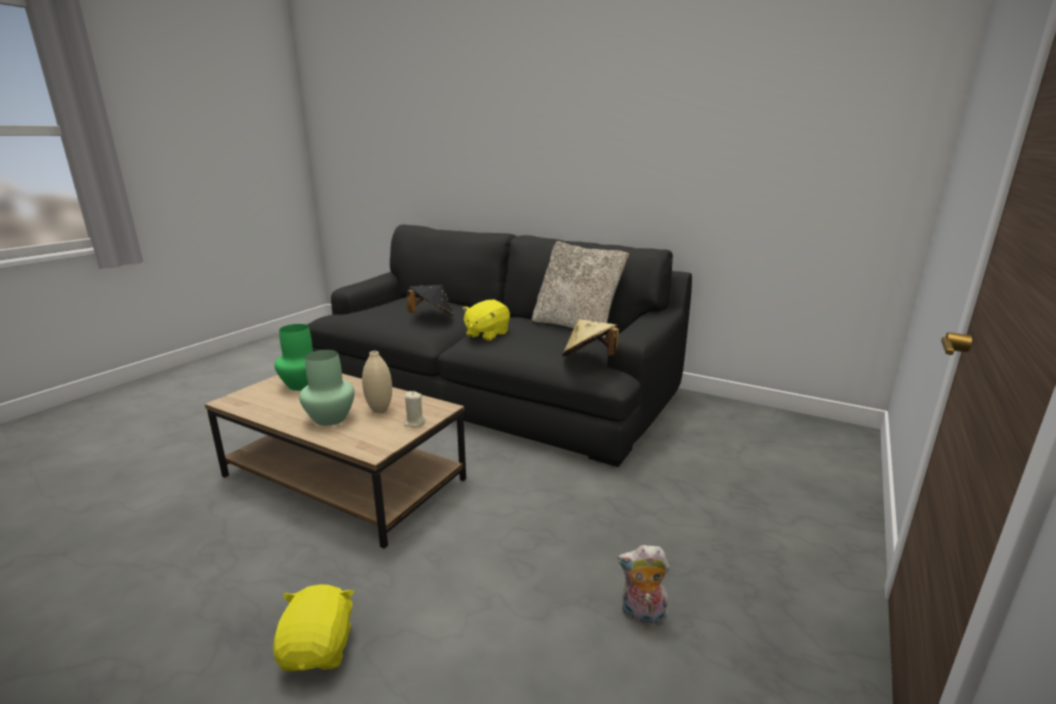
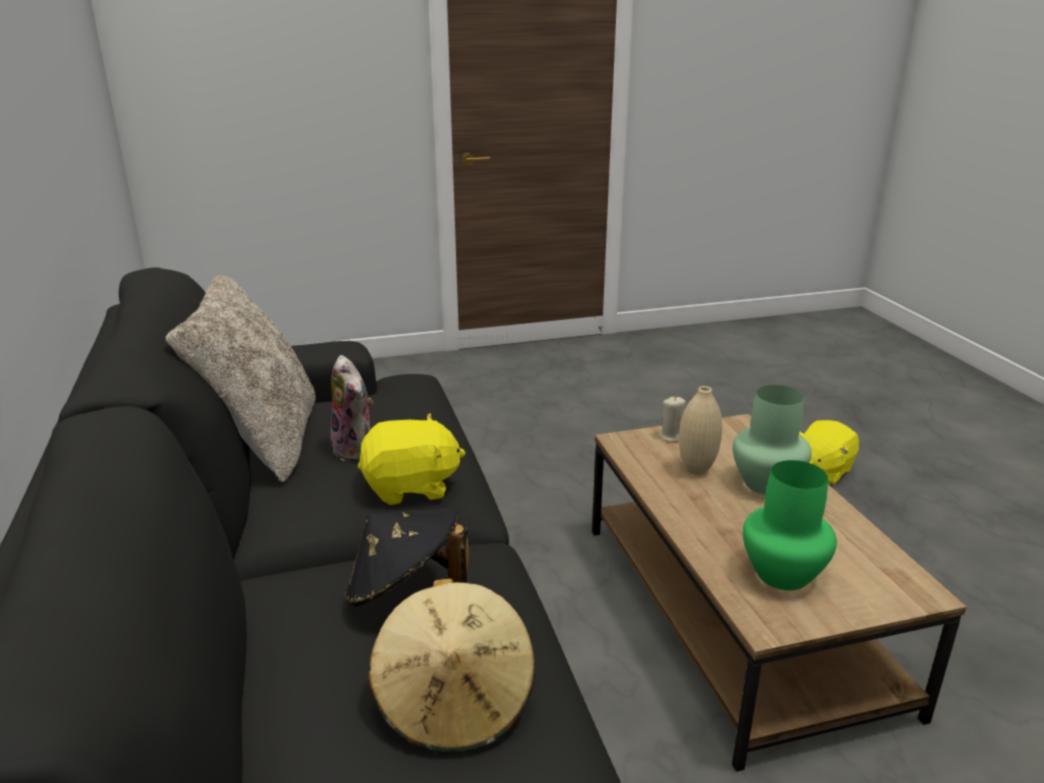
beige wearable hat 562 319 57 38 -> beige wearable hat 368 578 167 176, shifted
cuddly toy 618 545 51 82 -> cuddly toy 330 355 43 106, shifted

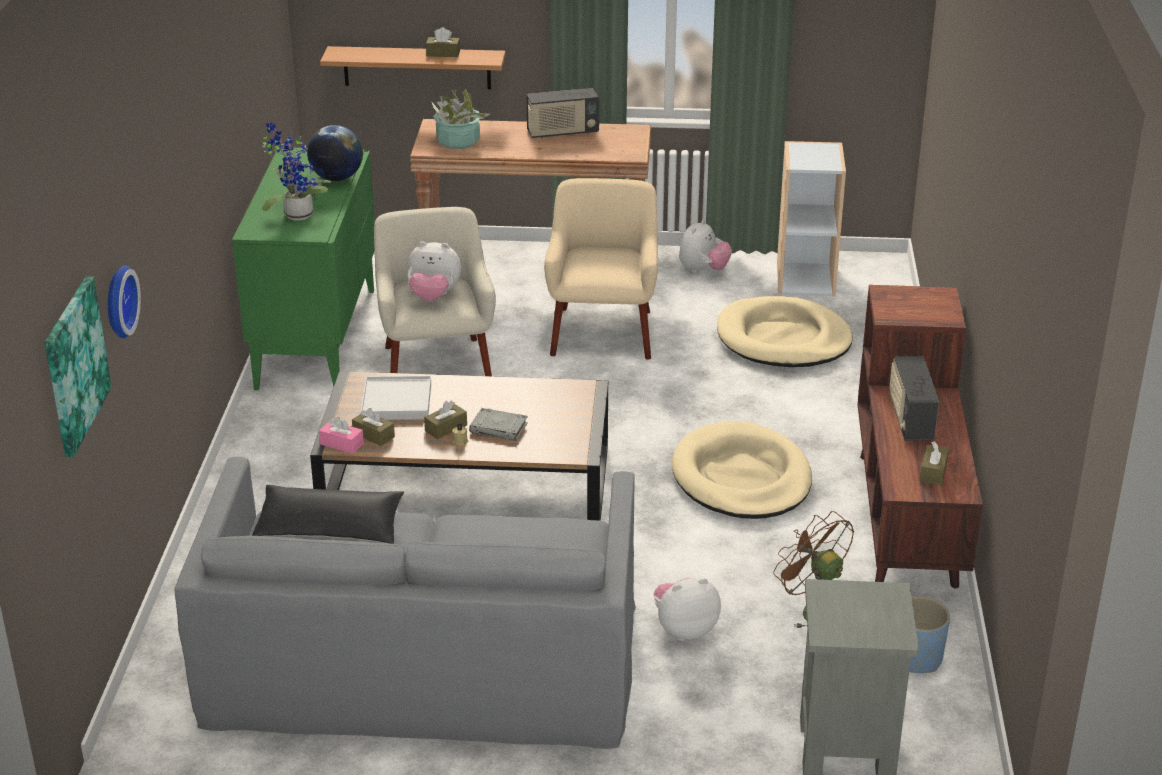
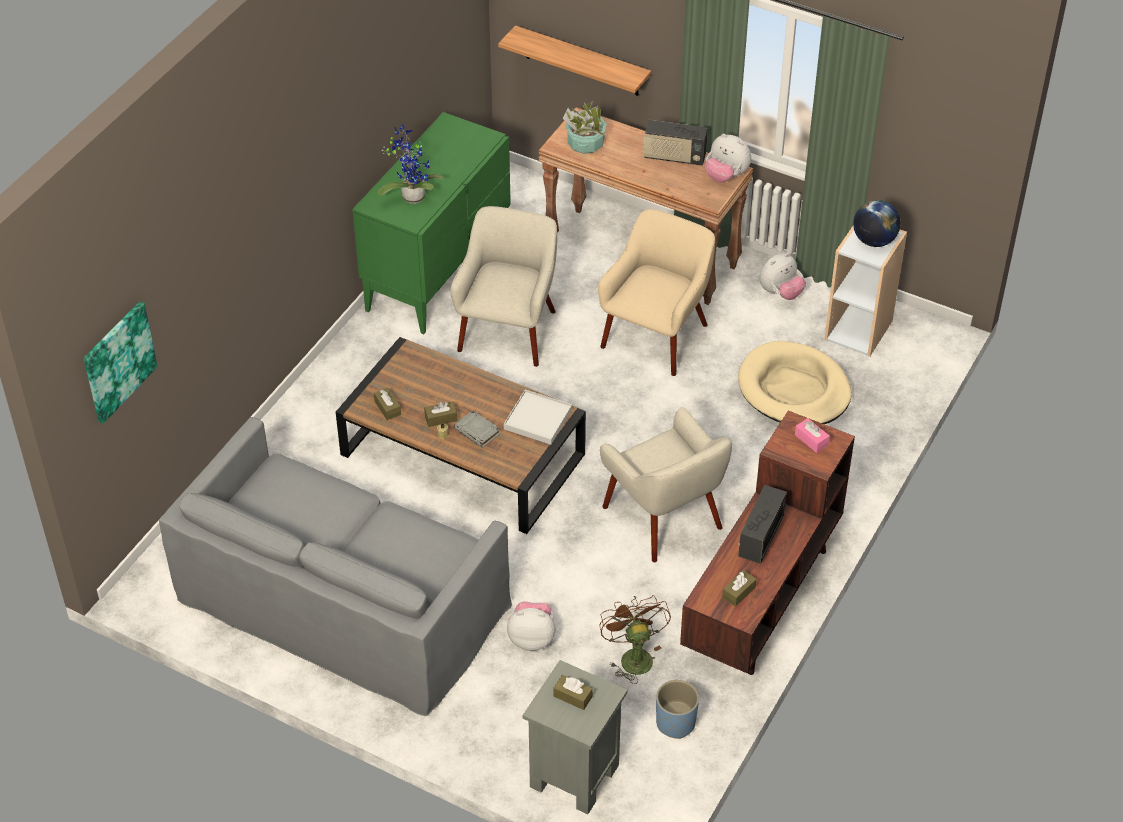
hanging clock 108 266 33 73 -> none
black pillow 252 485 152 59 -> none
globe 307 125 56 56 -> globe 853 200 48 47, shifted
pink-coloured tissue holder 319 417 45 37 -> pink-coloured tissue holder 795 418 35 35, shifted
whitish carrying tray 361 376 70 44 -> whitish carrying tray 504 390 68 55, shifted
cuddly toy 408 241 53 60 -> cuddly toy 705 134 46 49, shifted
brownish tissue holder 426 27 34 30 -> brownish tissue holder 554 675 39 35, shifted
beige dog cushion 672 421 140 98 -> beige lounge chair 600 407 132 155

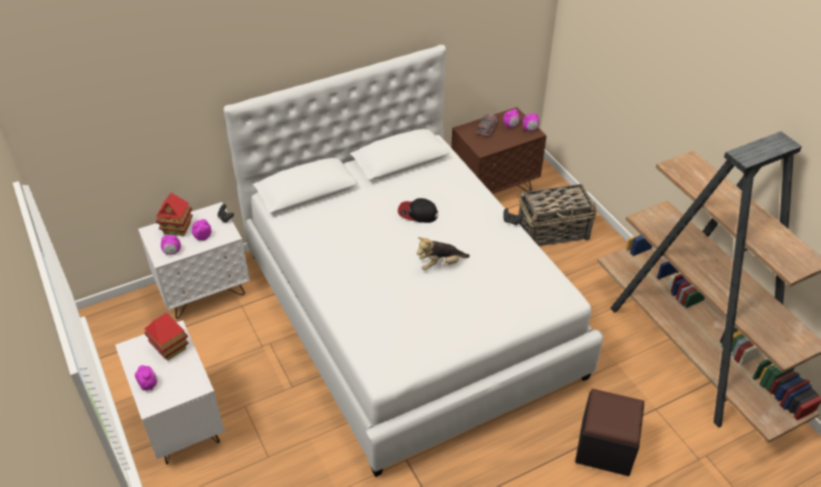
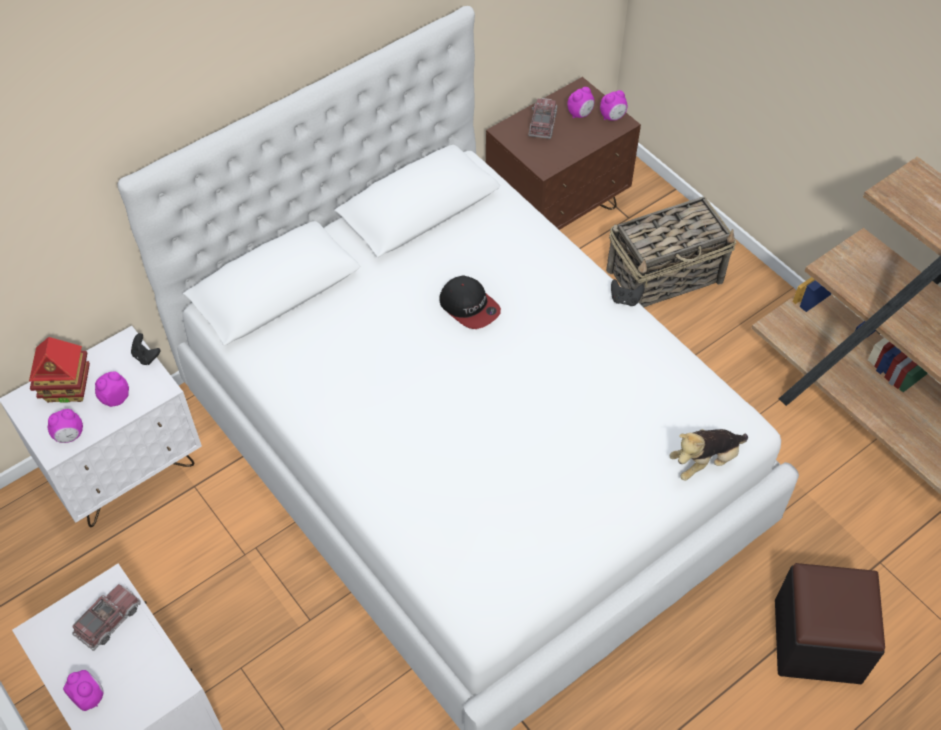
miniature house 144 313 45 48 -> toy truck 72 584 69 67
peaked cap 398 198 40 25 -> peaked cap 439 276 62 53, 135 degrees counterclockwise
cuddly toy 417 237 53 33 -> cuddly toy 670 429 78 52, shifted

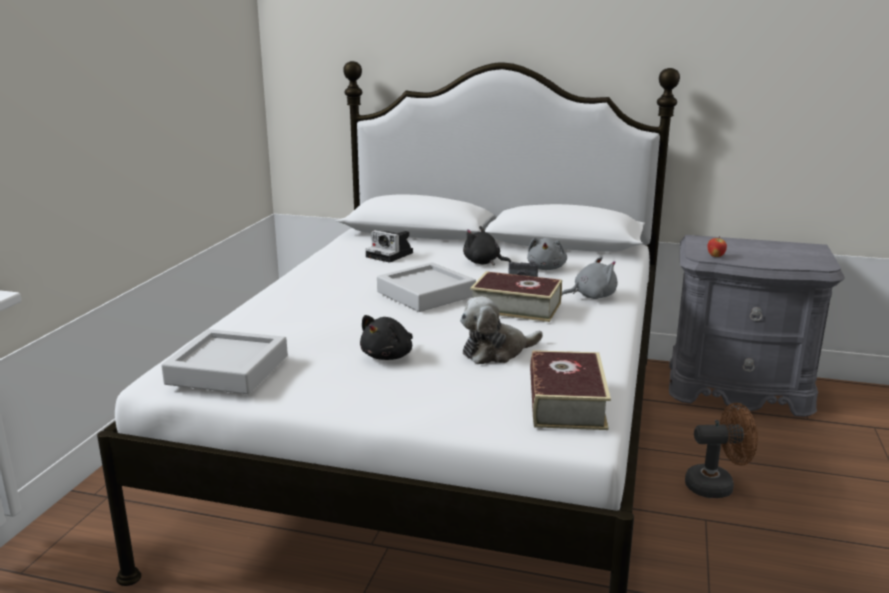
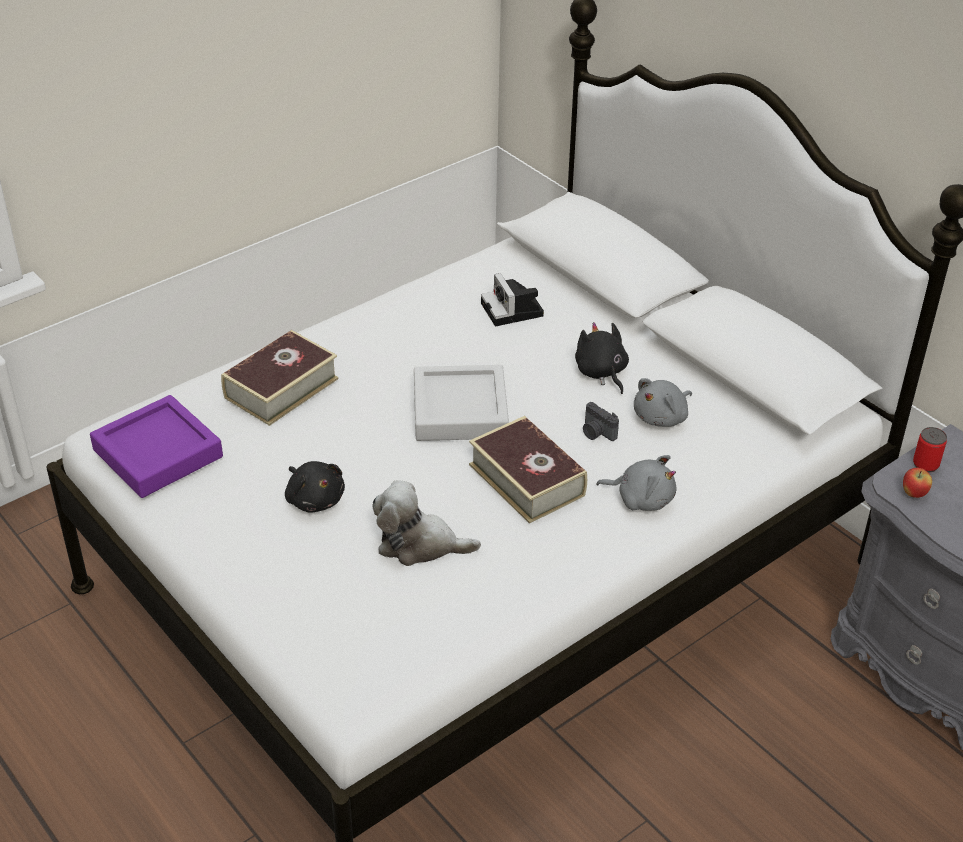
grey carrying tray 161 329 127 65 -> purple carrying tray 90 395 133 103
black cuddly toy 360 315 53 45 -> black cuddly toy 285 461 60 52, 105 degrees counterclockwise
bound book 530 350 81 80 -> bound book 221 330 118 96, shifted
brownish electric fan 685 403 73 95 -> none
none -> can 913 427 34 45

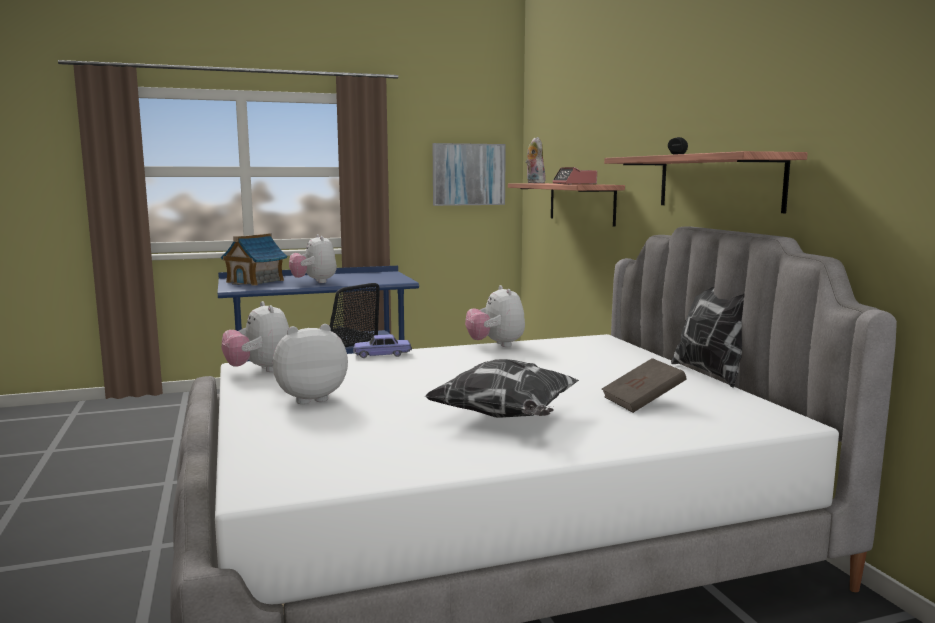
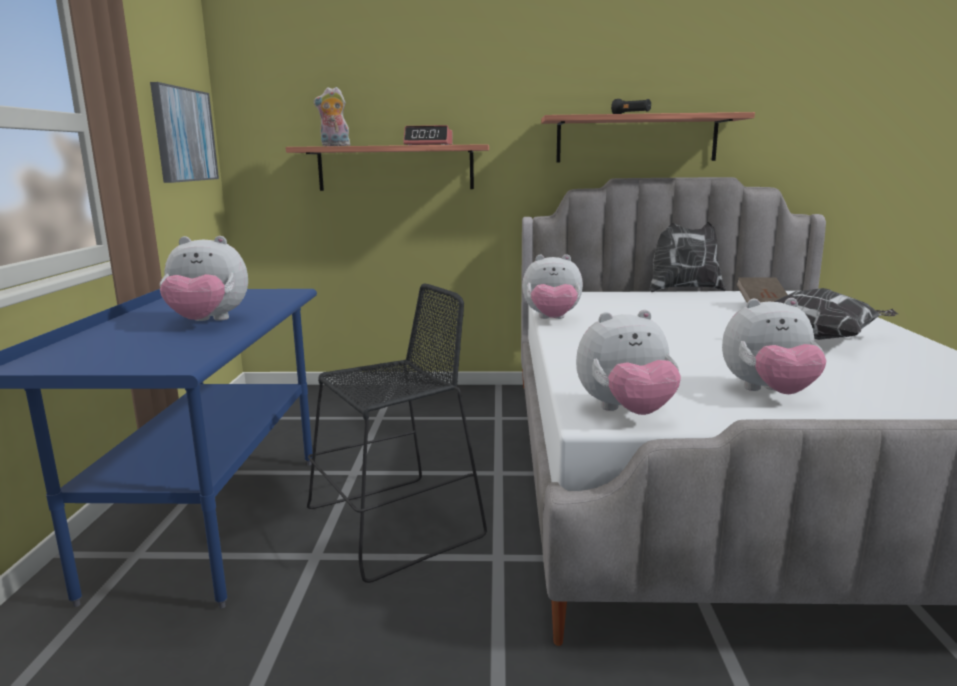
miniature house 221 233 66 53 -> none
cuddly toy 273 324 75 80 -> cuddly toy 722 298 104 96, 90 degrees counterclockwise
model car 353 334 59 24 -> none

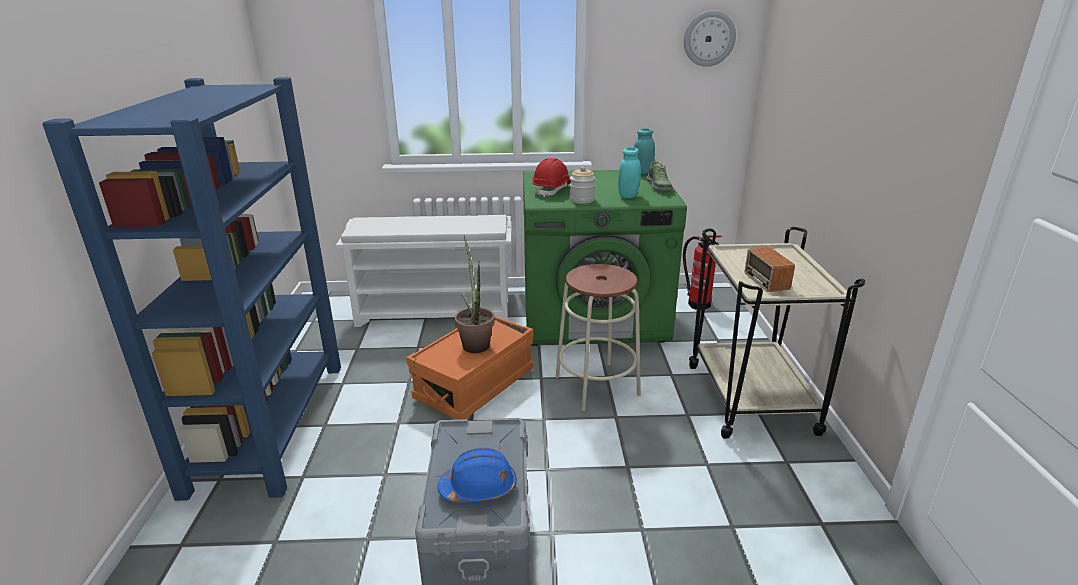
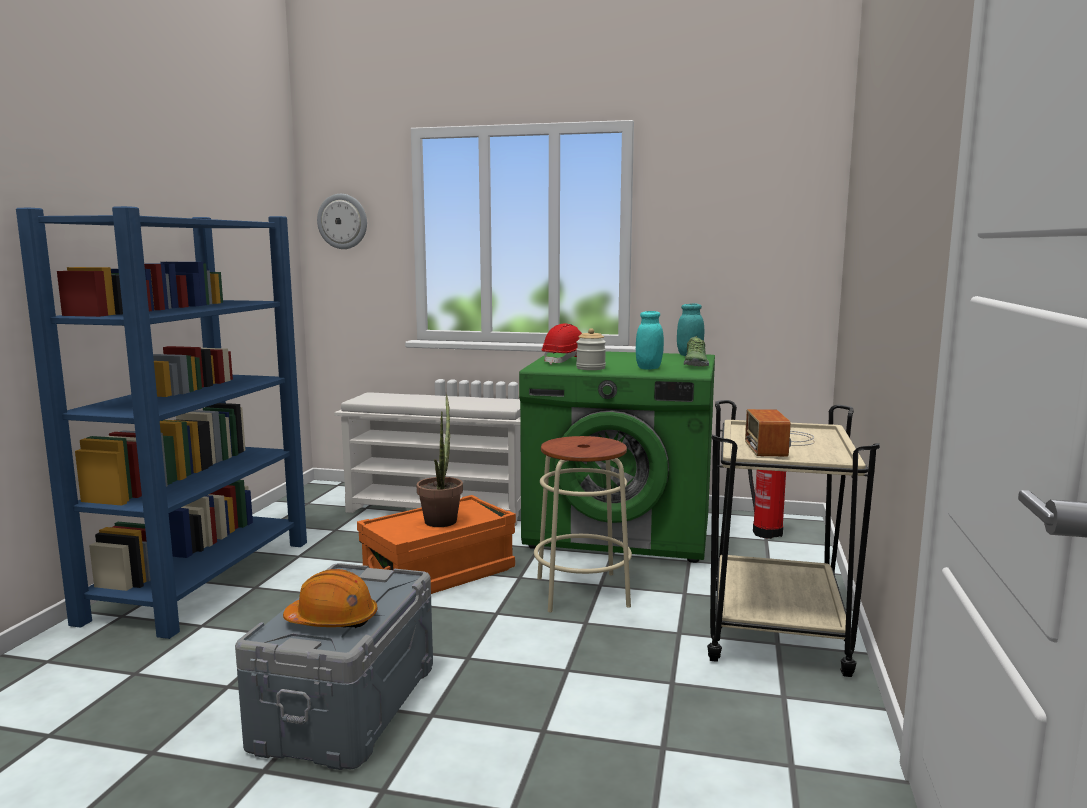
blue-coloured safety helmet 438 448 79 55 -> orange safety helmet 283 569 94 59
hanging clock 684 10 52 57 -> hanging clock 317 194 50 55, shifted

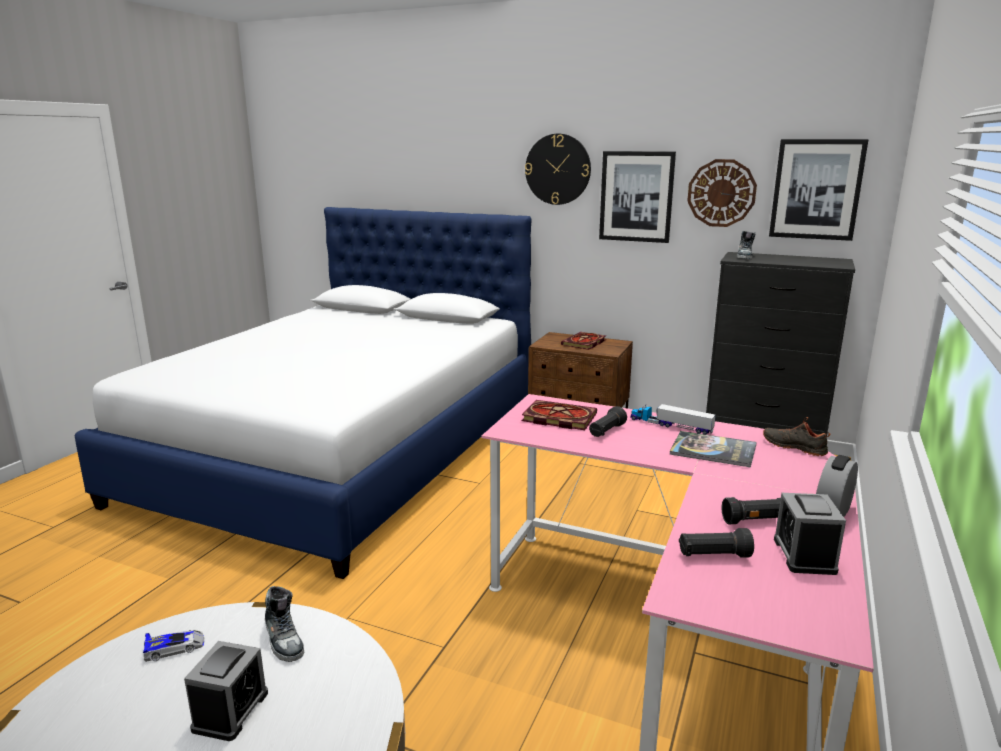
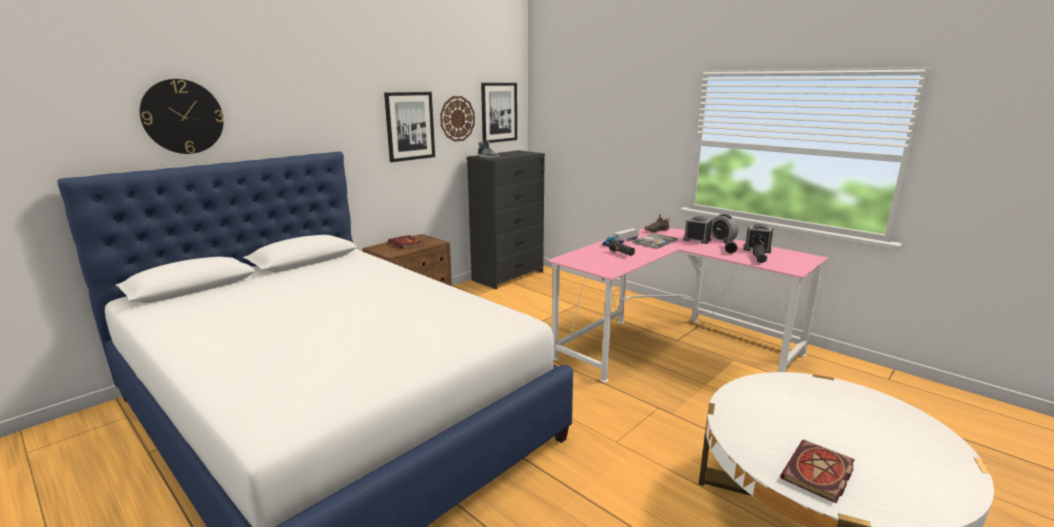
model car 143 630 61 32 -> none
alarm clock 184 641 84 100 -> alarm clock 683 216 29 28, shifted
shoe 265 586 39 76 -> none
bound book 522 400 75 30 -> bound book 780 440 75 64, shifted
hanging clock 525 134 66 71 -> hanging clock 140 79 84 75, shifted

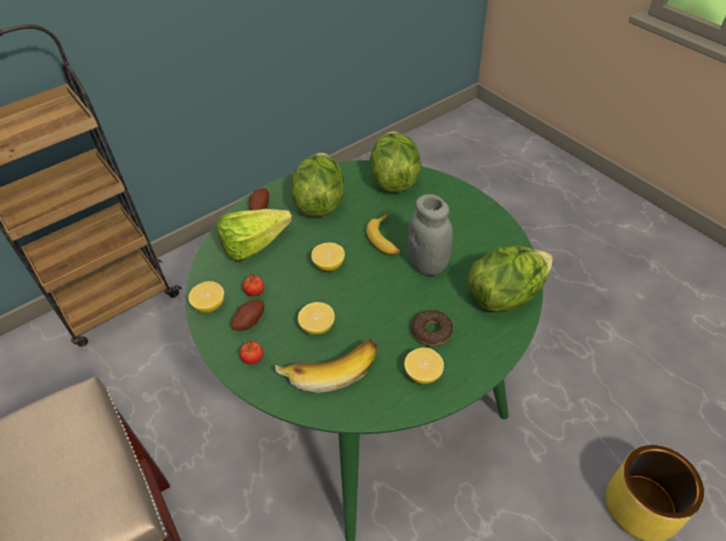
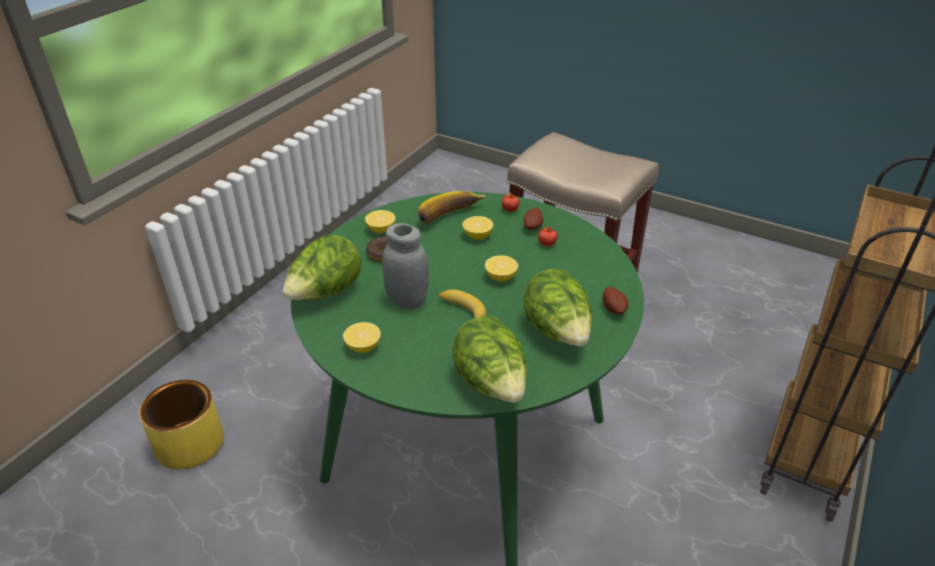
lemon 188 281 36 32 -> lemon 343 322 38 31, shifted
lettuce head 217 209 75 52 -> none

